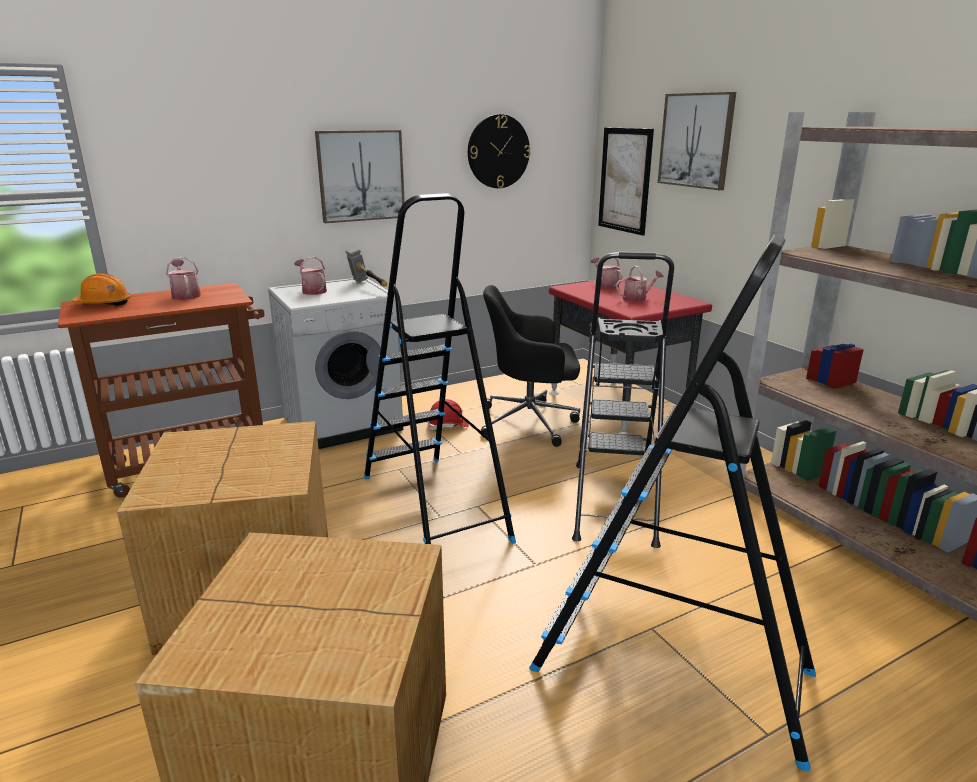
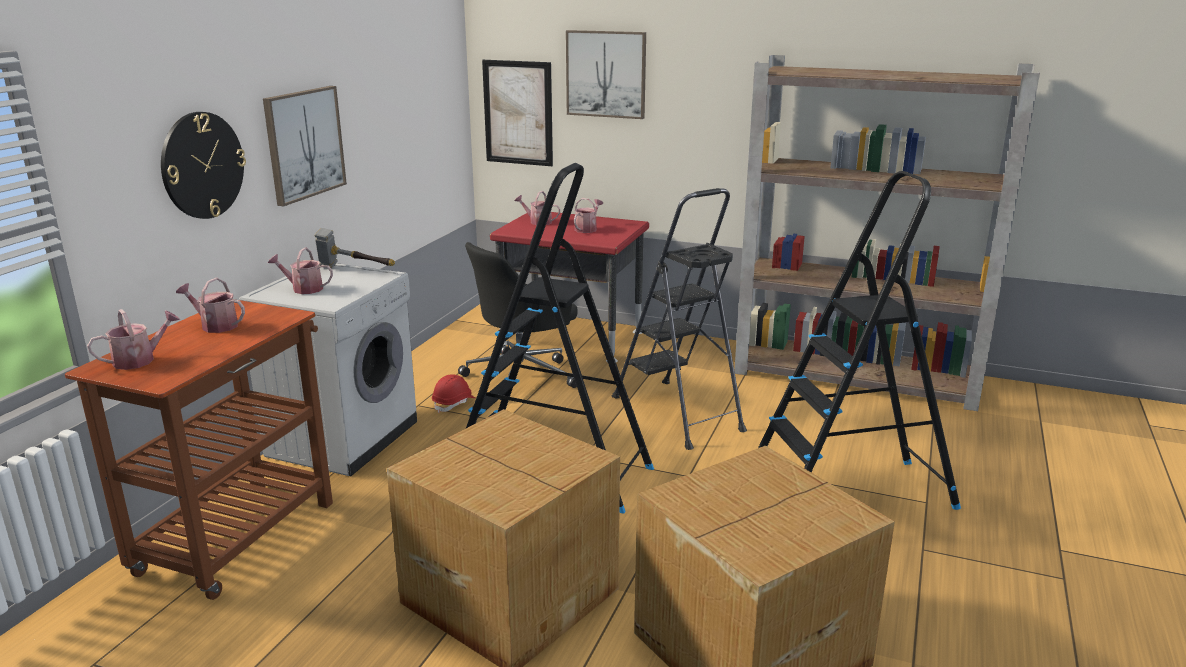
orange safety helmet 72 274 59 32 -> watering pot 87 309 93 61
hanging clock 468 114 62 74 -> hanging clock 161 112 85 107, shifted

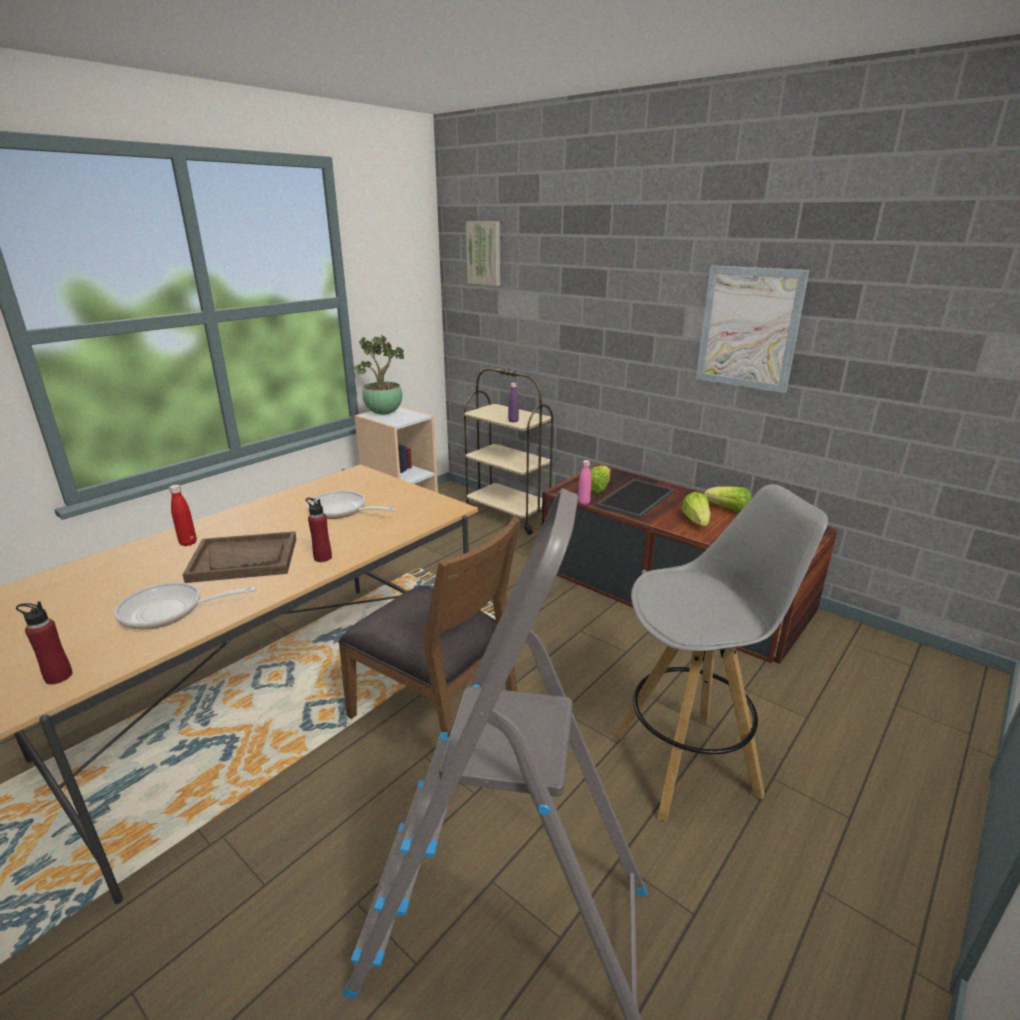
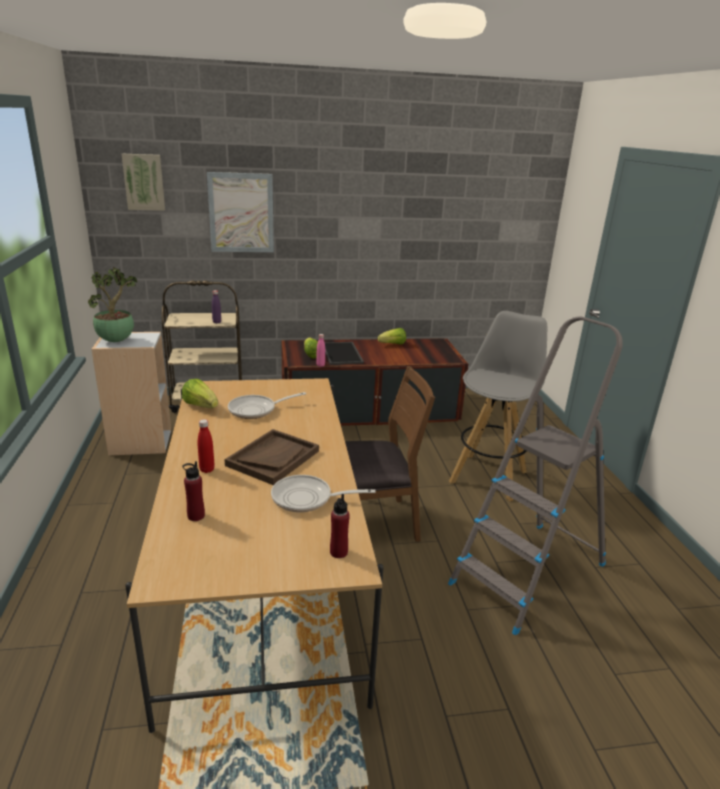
frying pan 114 582 143 47 -> frying pan 271 475 104 37, 60 degrees clockwise
red-coloured drink bottle 306 498 26 64 -> red-coloured drink bottle 182 461 23 60, shifted
lettuce head 682 492 29 34 -> lettuce head 182 379 36 29, shifted
wall art 696 266 113 127 -> wall art 207 172 67 80, shifted

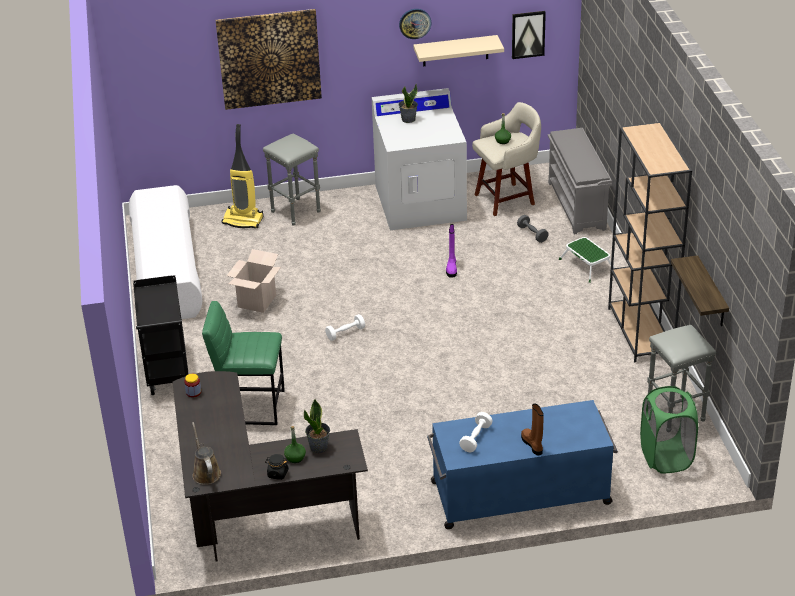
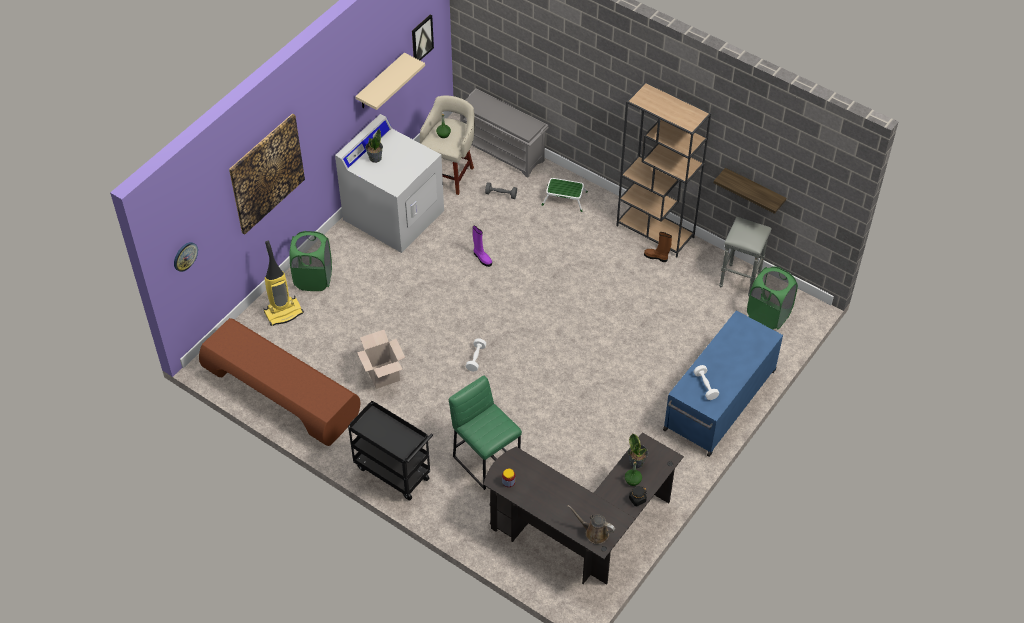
whitish bench 129 185 73 134 -> brownish bench 199 318 161 128
green chair 202 301 83 124 -> green chair 449 376 73 114, 90 degrees clockwise
grey stool 263 134 58 91 -> green hamper 290 231 42 60
hanging clock 399 9 32 30 -> hanging clock 174 242 24 30, shifted
brownish boot 521 404 23 51 -> brownish boot 644 232 28 30, shifted

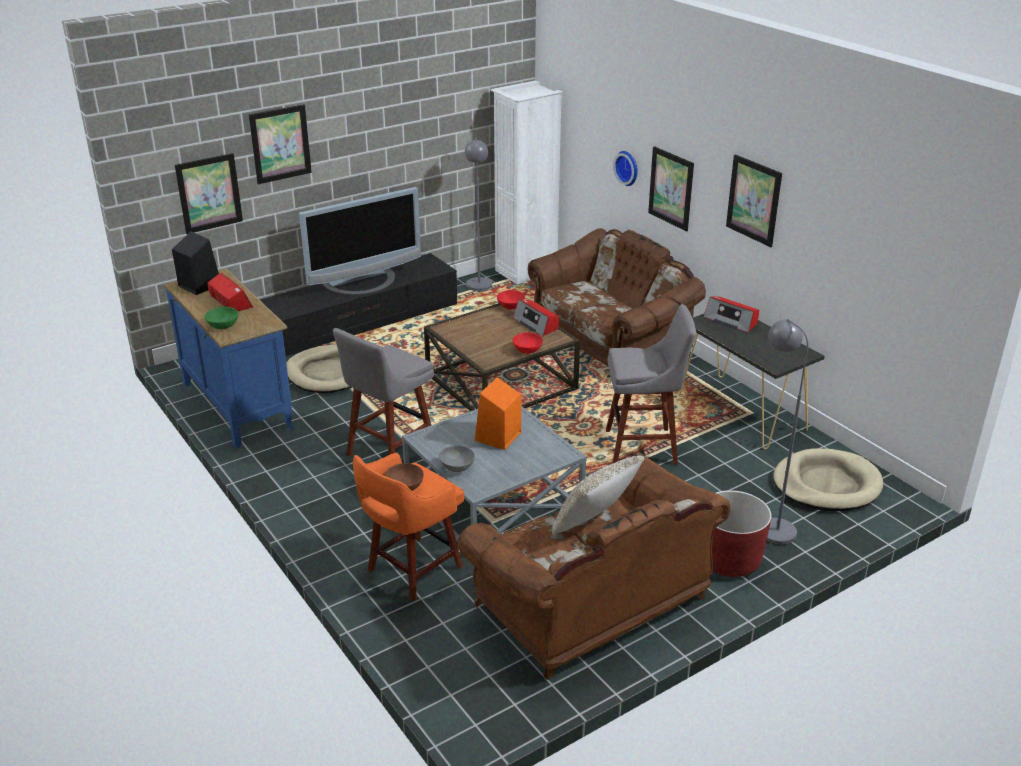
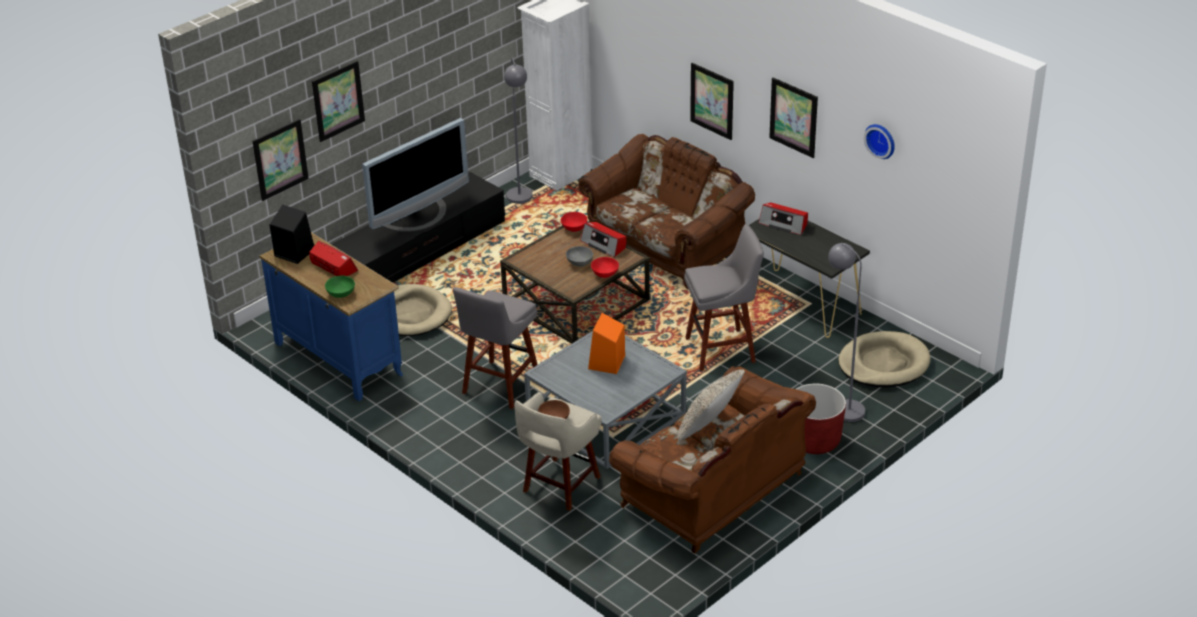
orange stool 353 453 111 148 -> beige stool 514 392 88 119
grey serving bowl 439 446 36 26 -> grey serving bowl 566 246 27 21, shifted
hanging clock 613 151 25 35 -> hanging clock 864 124 31 35, shifted

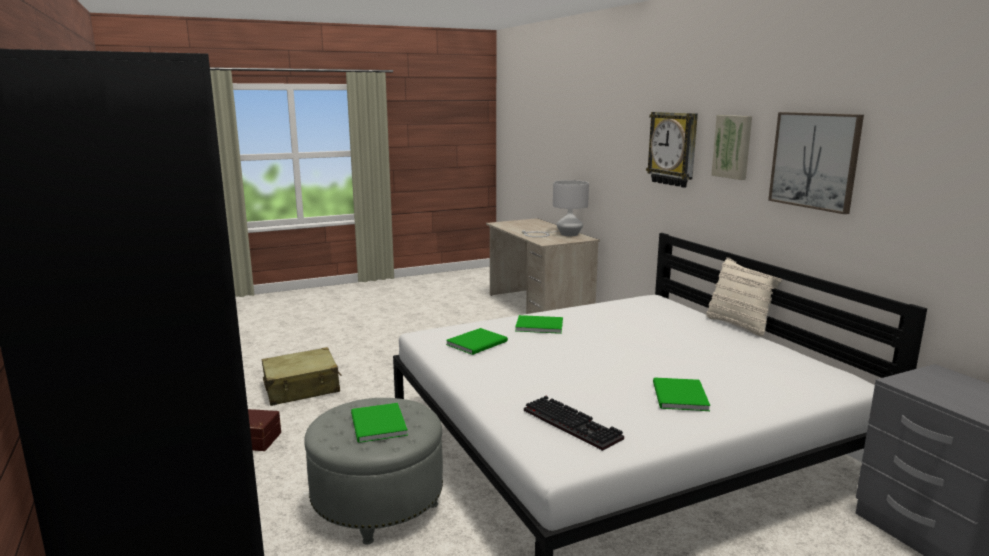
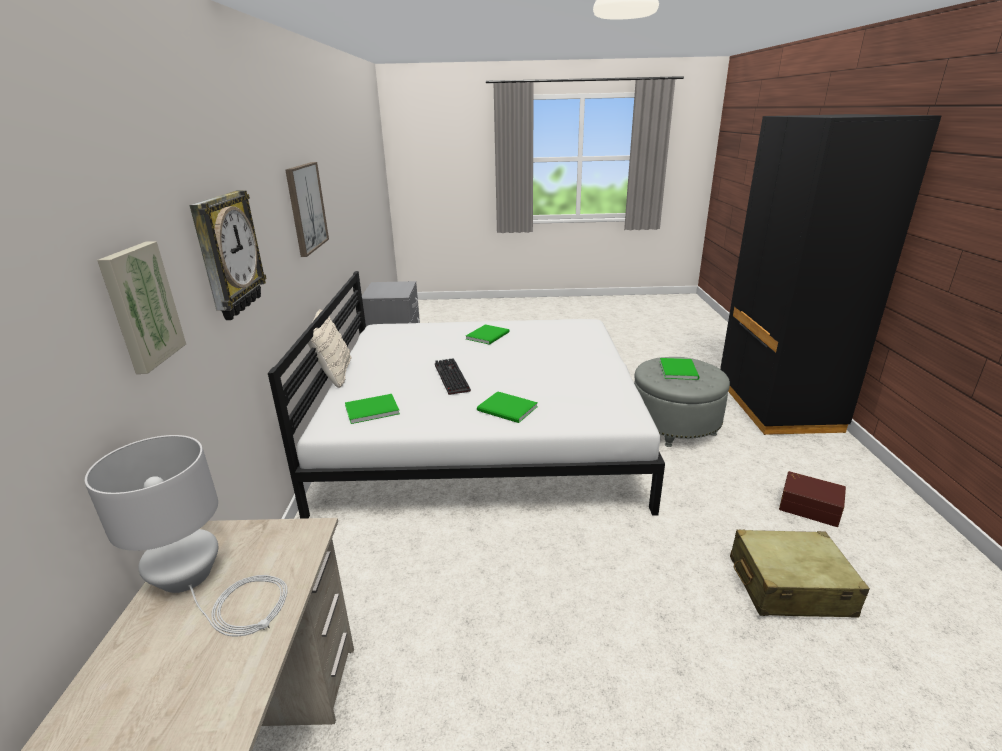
green bound book 446 328 62 27 -> green bound book 345 394 55 30, shifted
computer keyboard 524 396 100 55 -> computer keyboard 435 358 36 37, shifted
wall art 711 115 41 65 -> wall art 97 241 89 133, shifted

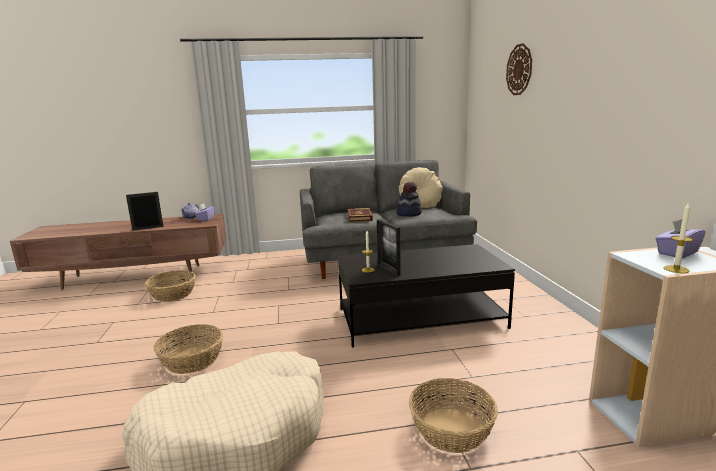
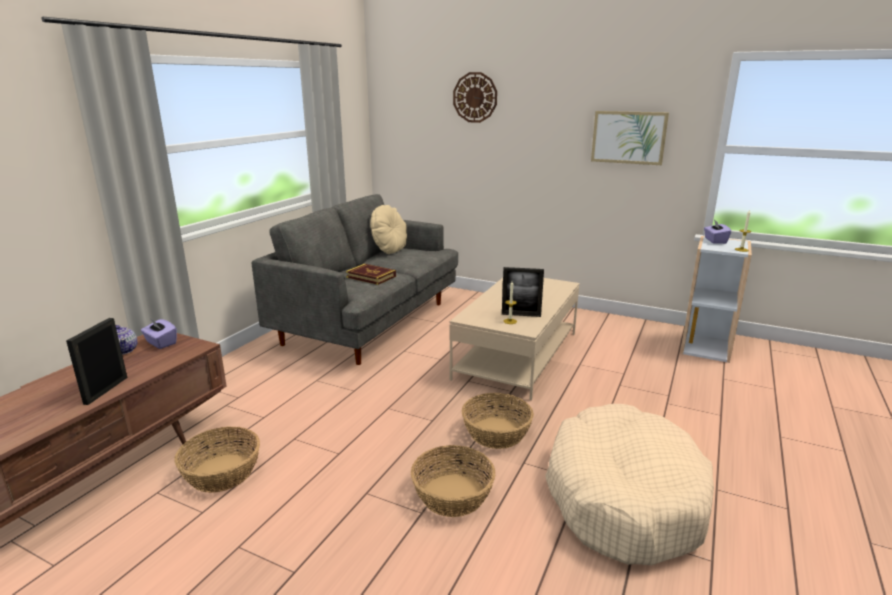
black coffee table 338 244 177 103 -> beige coffee table 450 278 130 122
wearable hat 397 182 25 35 -> none
storage basket 409 378 89 75 -> storage basket 462 393 72 56, shifted
none -> wall art 591 111 78 54

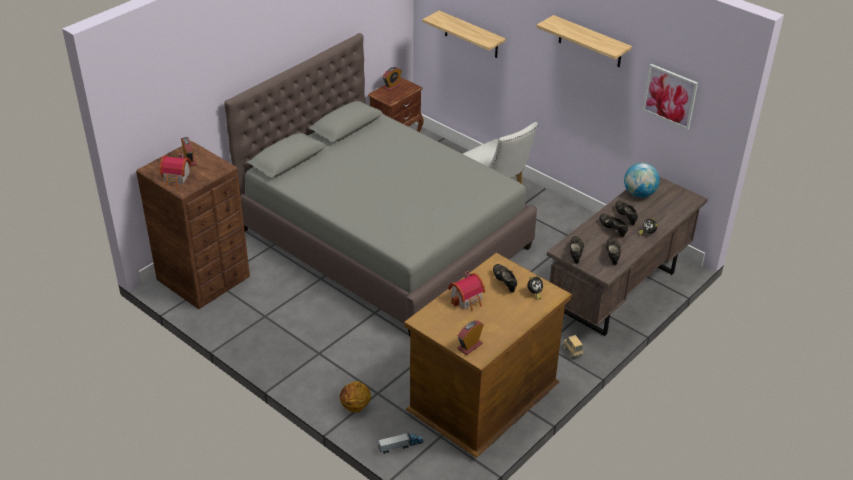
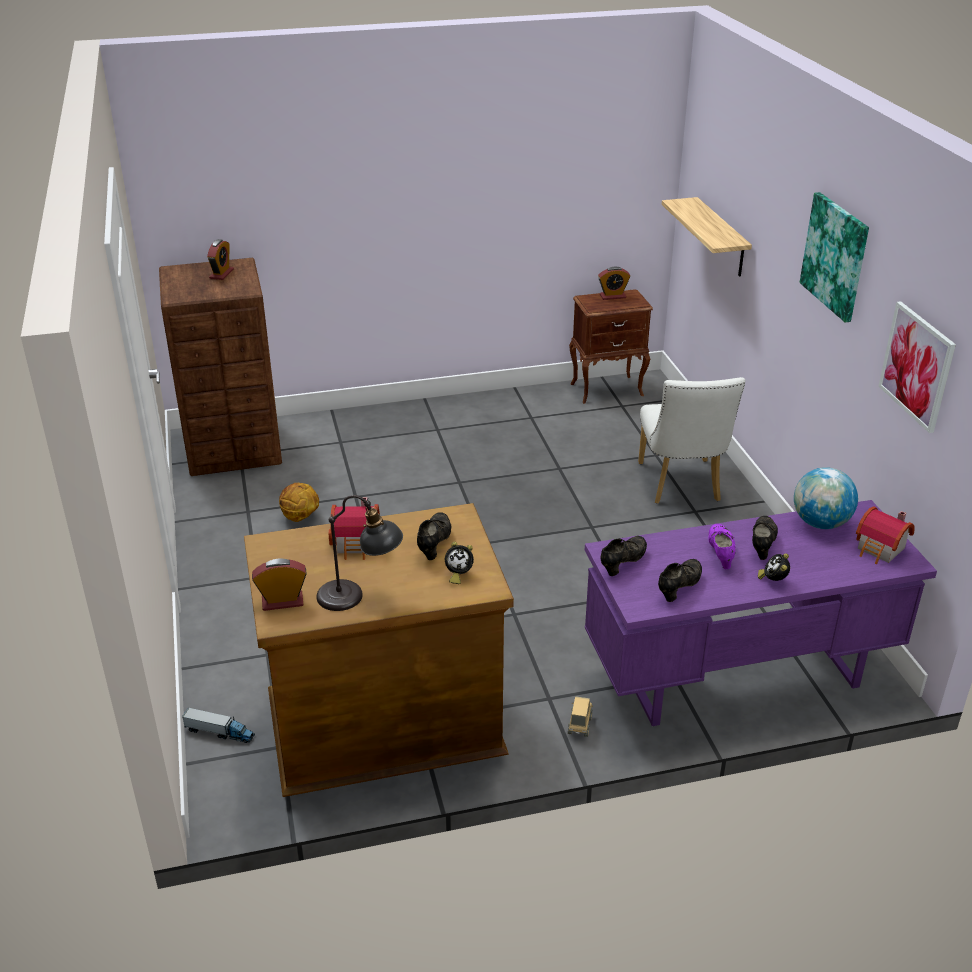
miniature house 159 153 32 34 -> miniature house 856 506 59 58, shifted
grey bedroom bed 224 33 313 303 -> none
ball for basketball 340 381 31 31 -> ball for basketball 279 483 40 39, shifted
wall shelf 536 15 96 52 -> wall art 800 192 69 131
brownish desk unit 547 176 161 160 -> purple desk unit 585 500 352 226
black shoe 599 214 29 23 -> purple shoe 708 524 28 45
none -> grey tabletop lamp 317 495 86 116

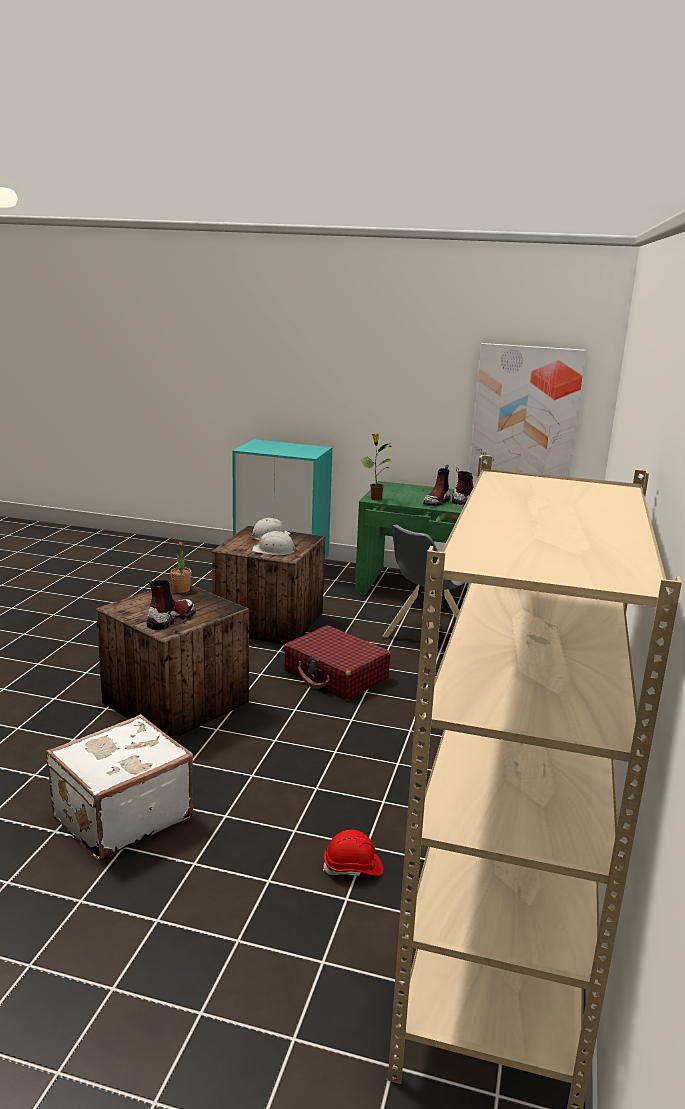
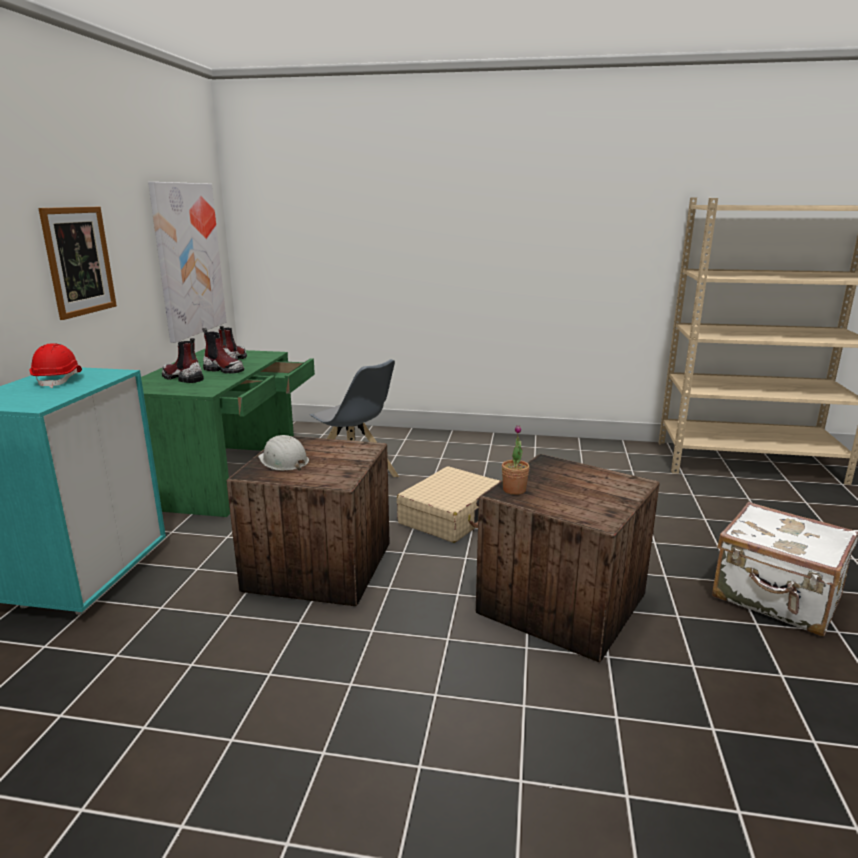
boot 146 580 50 50 -> boot 162 338 42 45, shifted
whitish safety helmet 252 531 46 24 -> none
red-coloured suitcase 284 625 106 76 -> beige suitcase 397 466 103 77
red-coloured safety helmet 323 830 60 46 -> red-coloured safety helmet 30 343 52 45, shifted
potted plant 360 433 32 68 -> none
none -> wall art 38 207 79 113

